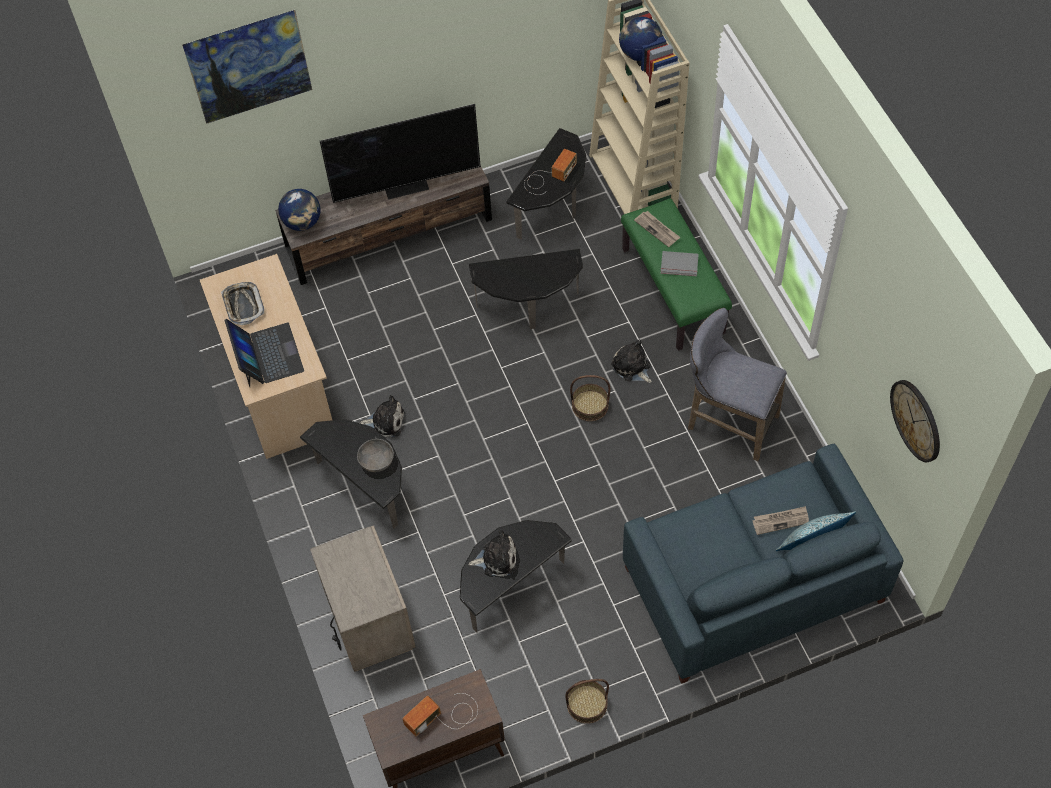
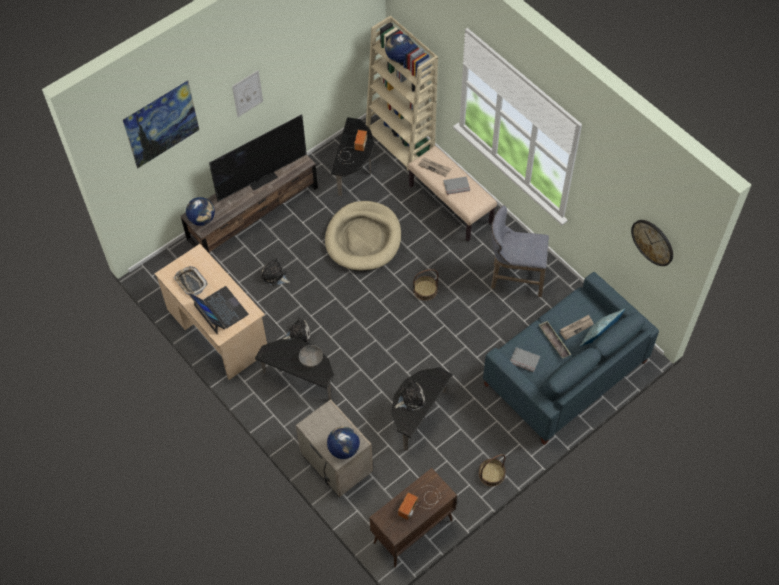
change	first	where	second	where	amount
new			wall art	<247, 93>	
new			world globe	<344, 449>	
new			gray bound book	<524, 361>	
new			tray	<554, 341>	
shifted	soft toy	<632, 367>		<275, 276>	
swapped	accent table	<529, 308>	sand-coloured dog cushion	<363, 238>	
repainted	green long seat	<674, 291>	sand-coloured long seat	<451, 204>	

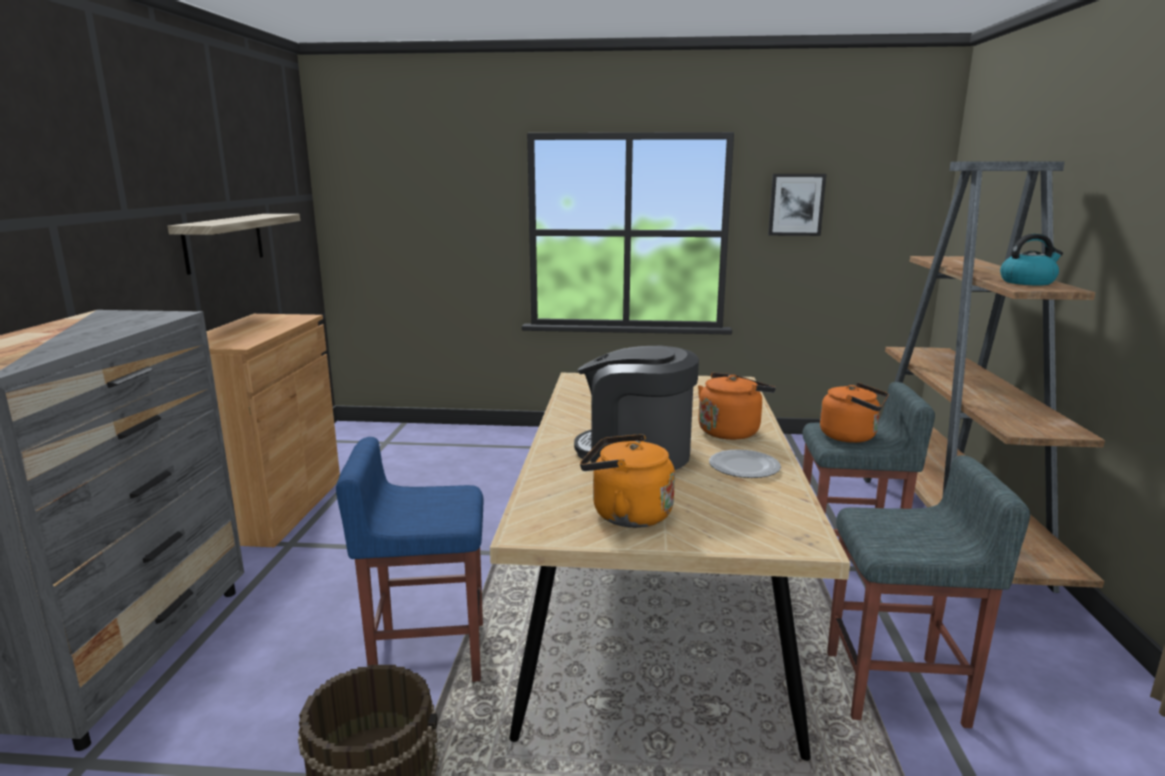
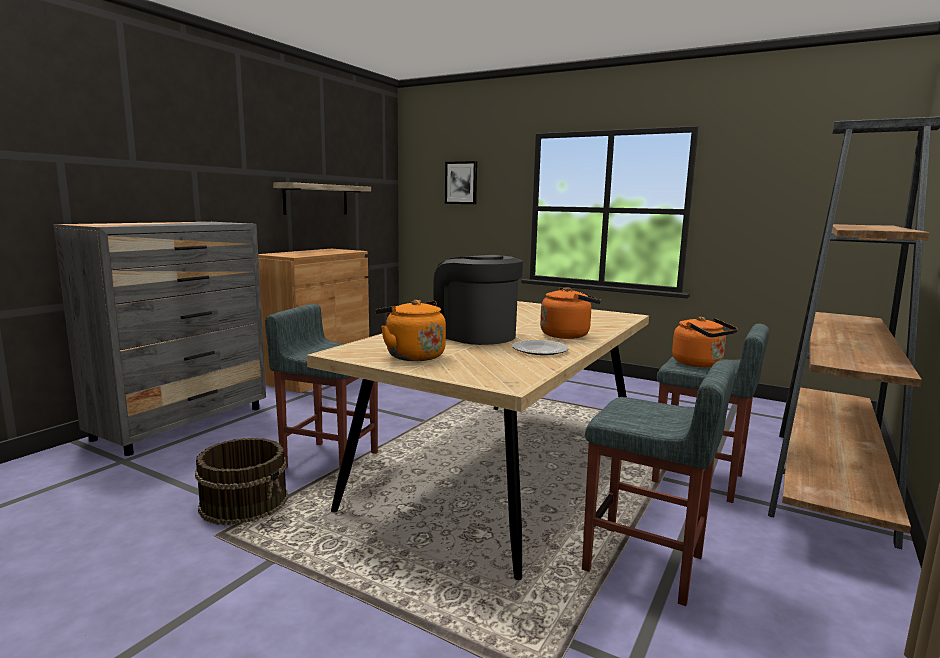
change	first	where	second	where	amount
gone	tea kettle	<1027, 282>			
shifted	wall art	<796, 204>		<461, 183>	
repainted	blue sitting stool	<428, 654>	gray sitting stool	<329, 460>	

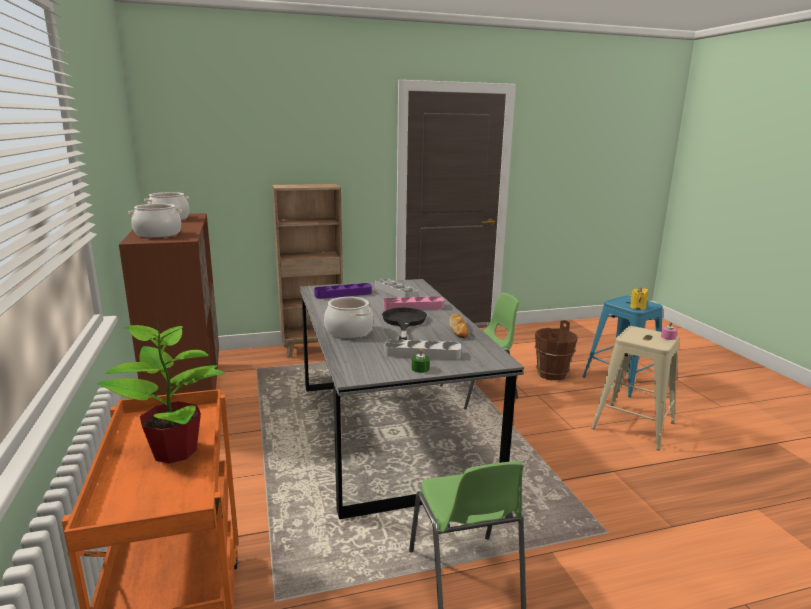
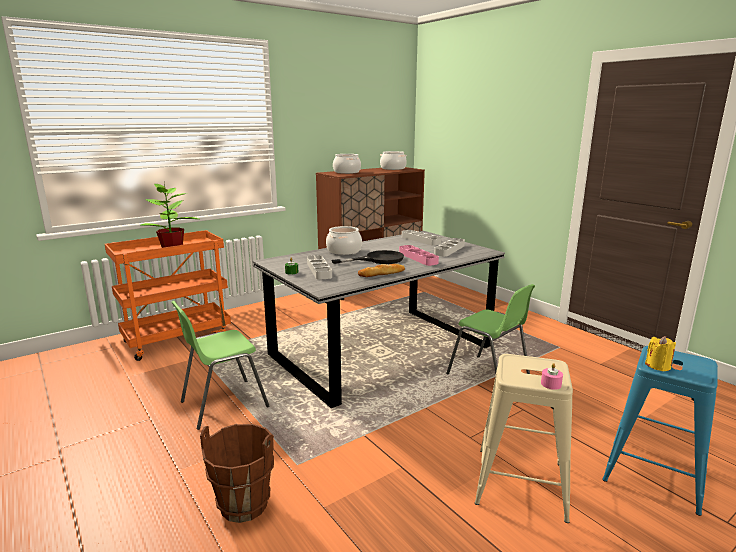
change	first	where	second	where	amount
gone	brown bookcase	<313, 349>			
shifted	brown bucket	<551, 374>		<244, 504>	
repainted	purple tray	<343, 294>	gray tray	<420, 240>	

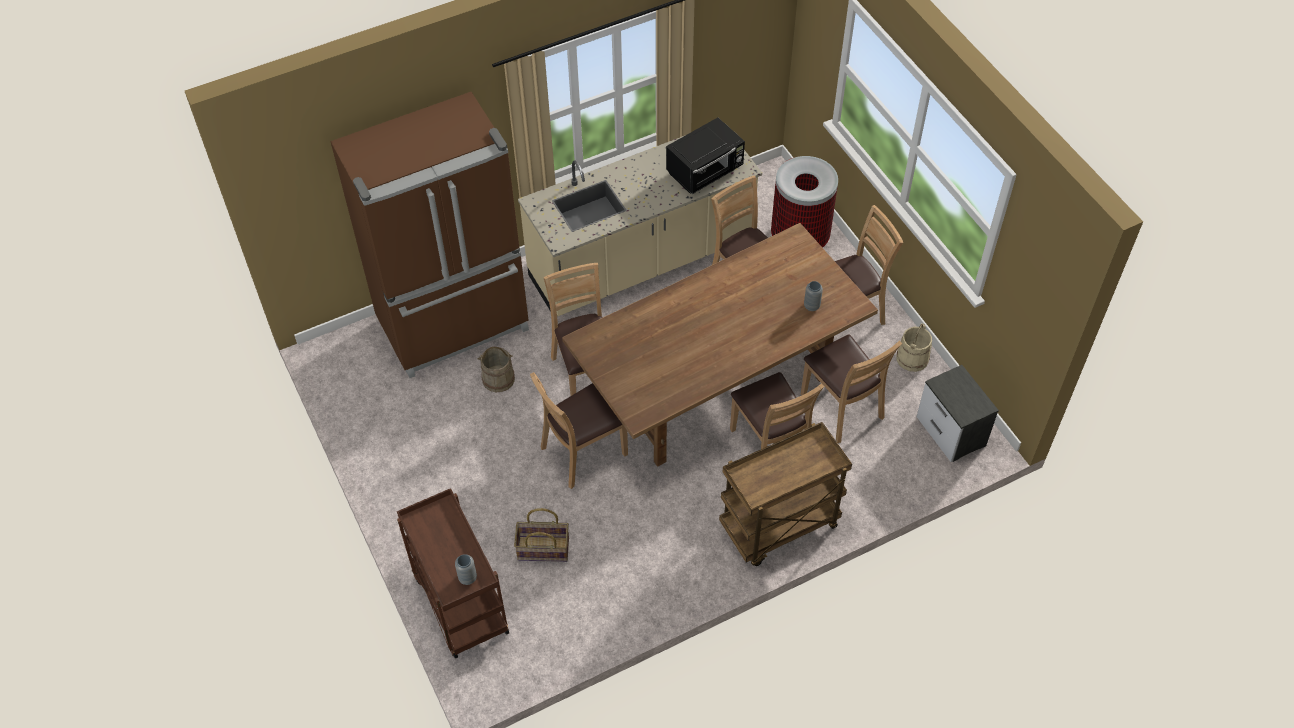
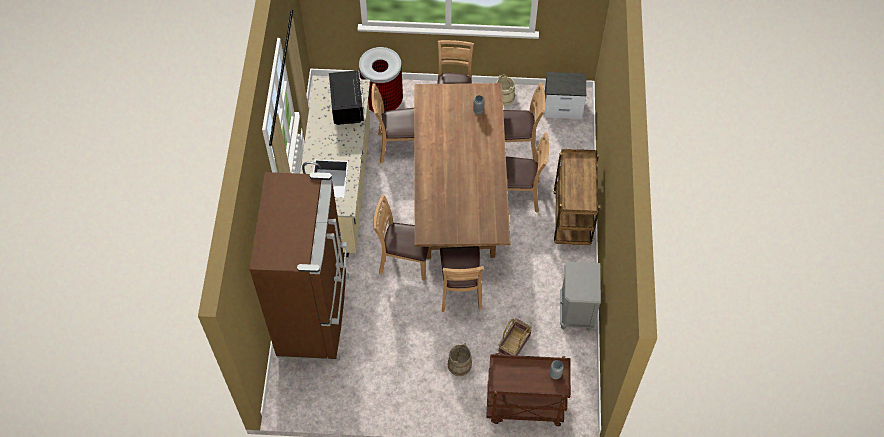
change	first	where	second	where	amount
new			gray night table	<576, 312>	
shifted	sand-coloured bucket	<498, 379>		<459, 365>	

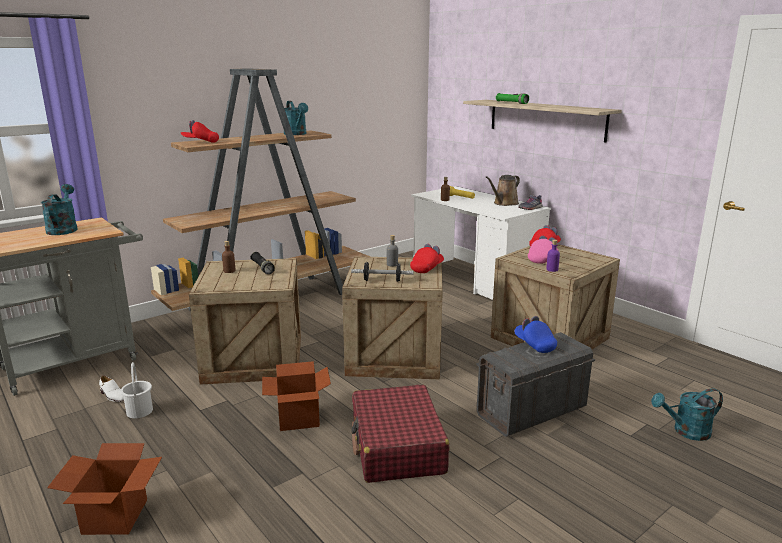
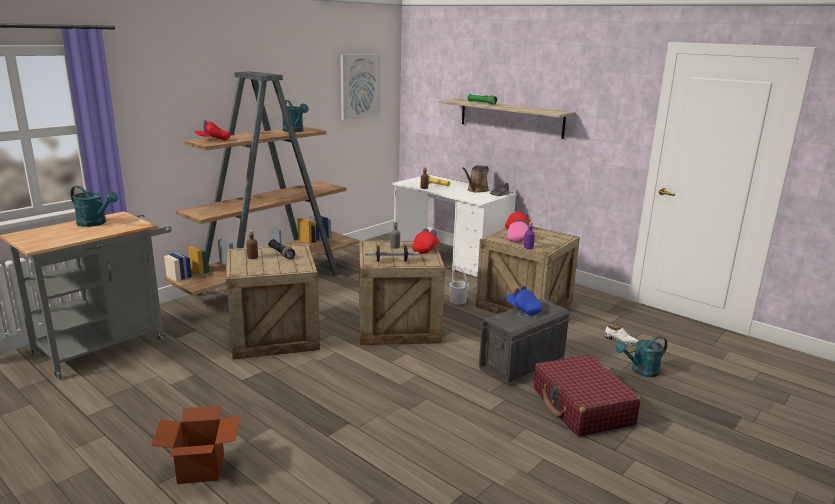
change	first	where	second	where	amount
gone	cardboard box	<299, 418>			
new			wall art	<360, 86>	
shifted	white low shoe	<112, 396>		<621, 340>	
shifted	white bucket	<140, 411>		<458, 300>	
shifted	reddish suitcase	<397, 446>		<582, 407>	
rotated	blue-green watering can	<63, 229>		<95, 223>	135 degrees clockwise

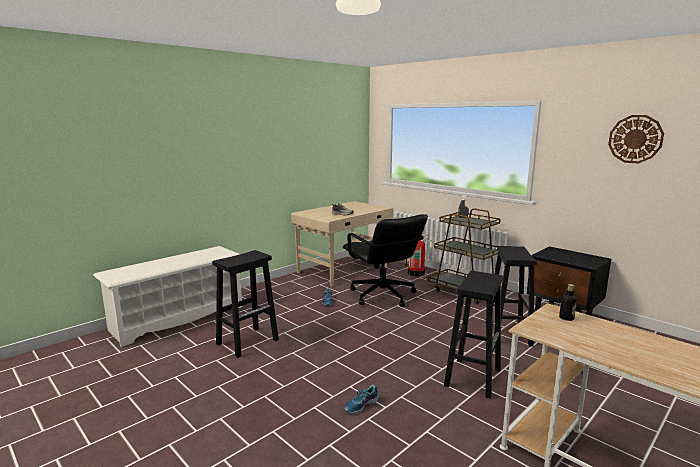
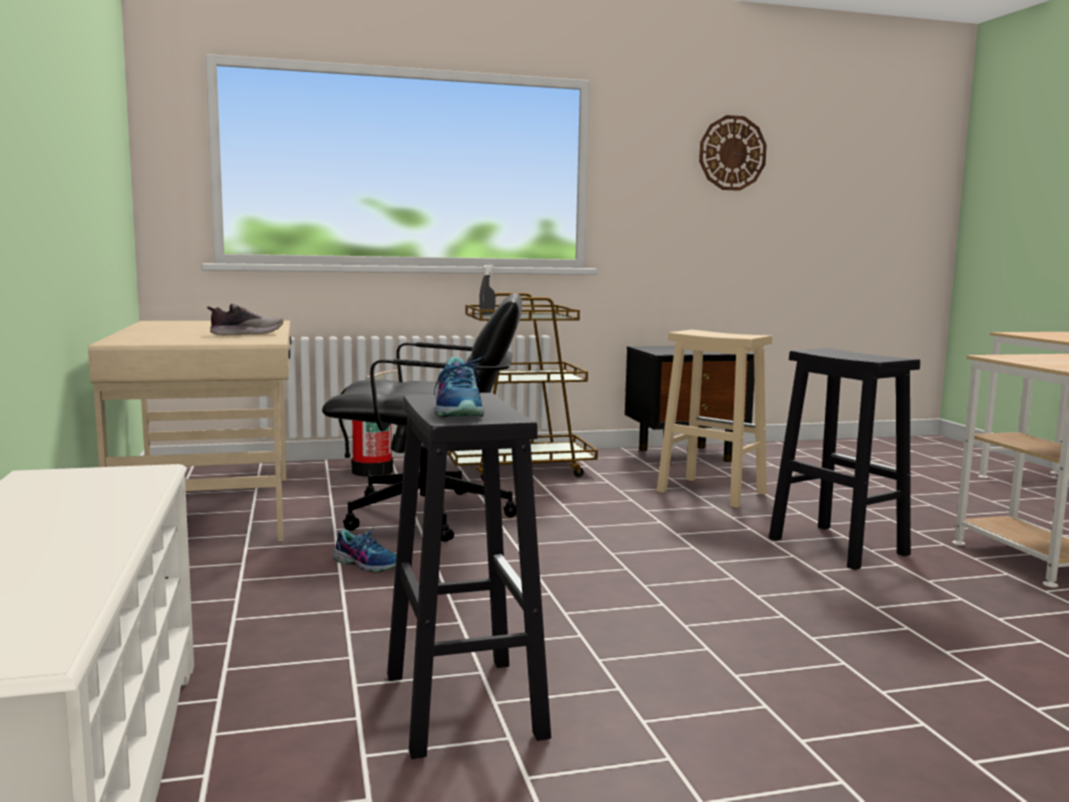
change	first	where	second	where	amount
gone	drink bottle	<566, 318>			
shifted	low shoe	<362, 405>		<459, 410>	
repainted	black sitting stool	<507, 333>	sand-coloured sitting stool	<709, 492>	

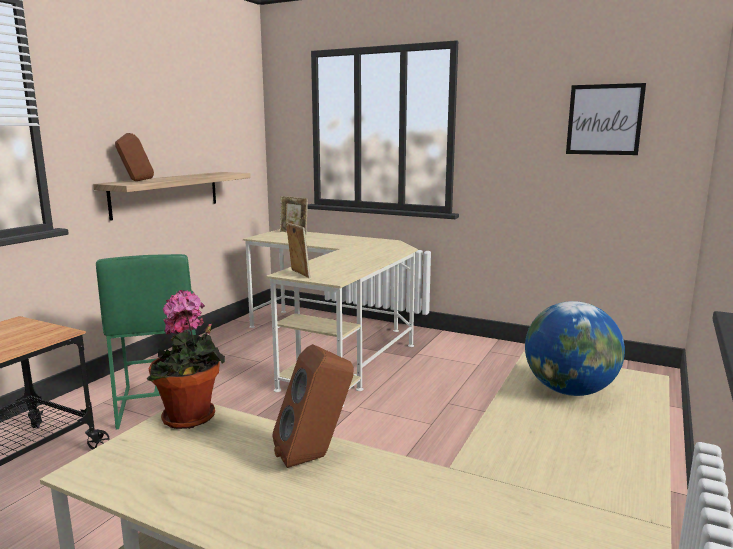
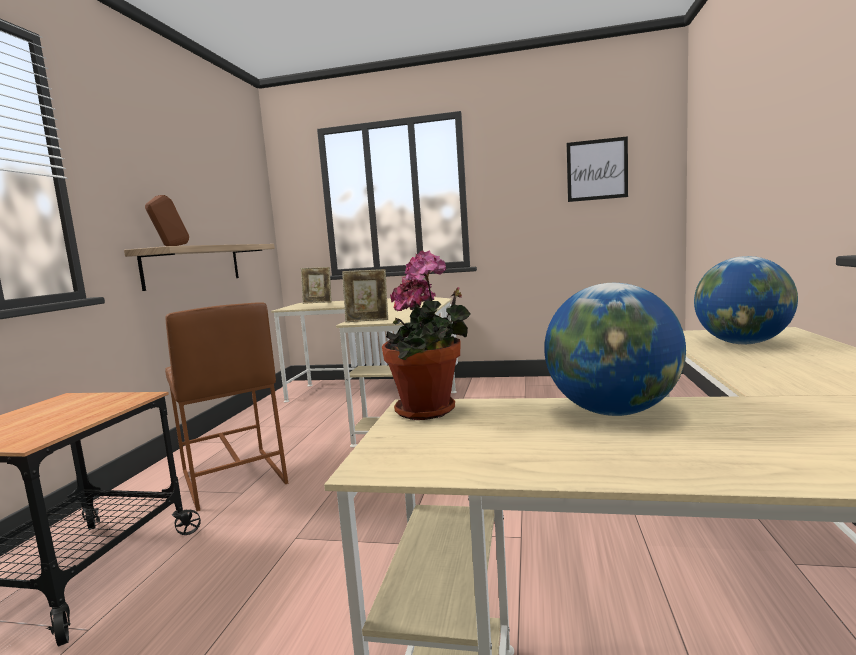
change	first	where	second	where	amount
swapped	brown loudspeaker	<315, 458>	world globe	<613, 412>	
repainted	green sitting stool	<159, 403>	brown sitting stool	<232, 478>	
rotated	photo frame	<298, 274>		<367, 321>	135 degrees clockwise

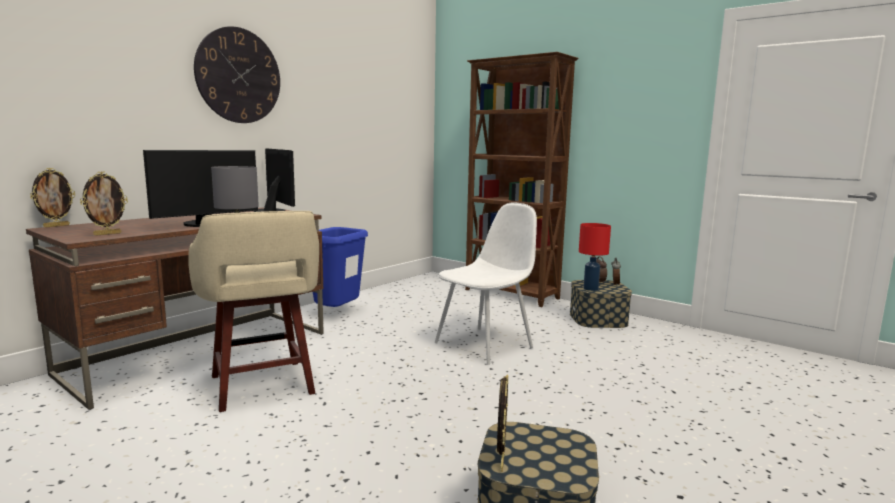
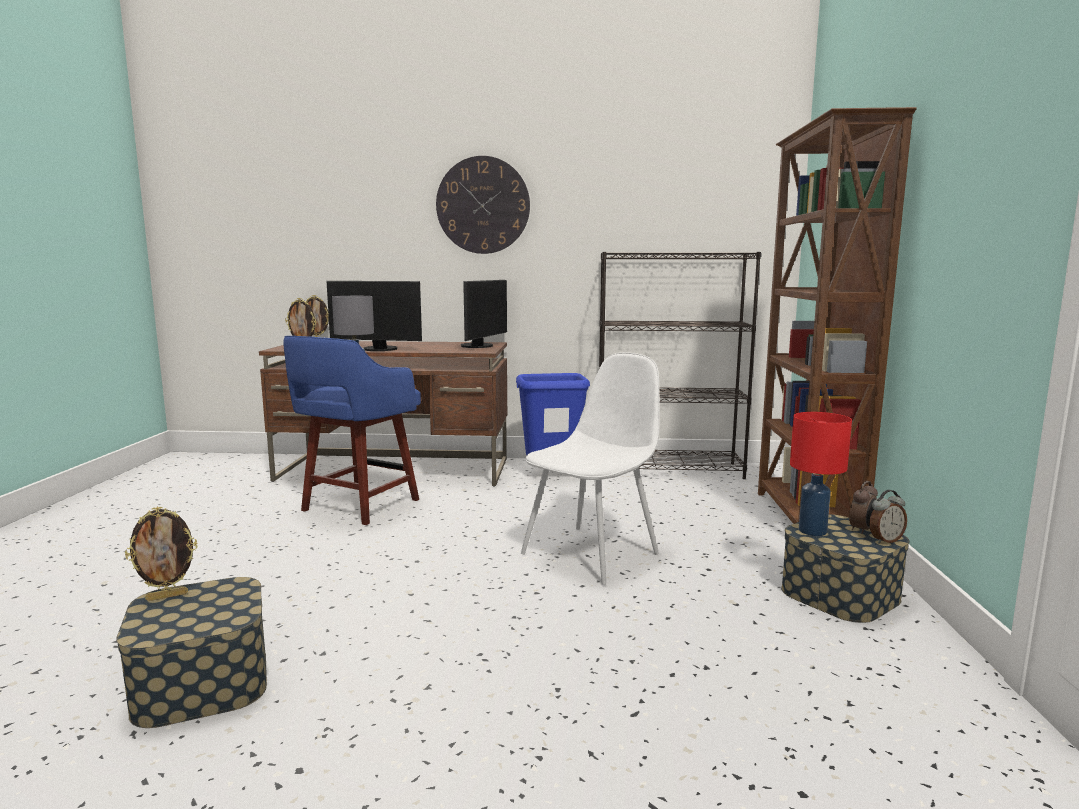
change	first	where	second	where	amount
new			black bookcase	<669, 469>	
repainted	sand-coloured sitting stool	<262, 386>	blue sitting stool	<358, 506>	
rotated	white plain chair	<485, 344>		<592, 553>	60 degrees counterclockwise

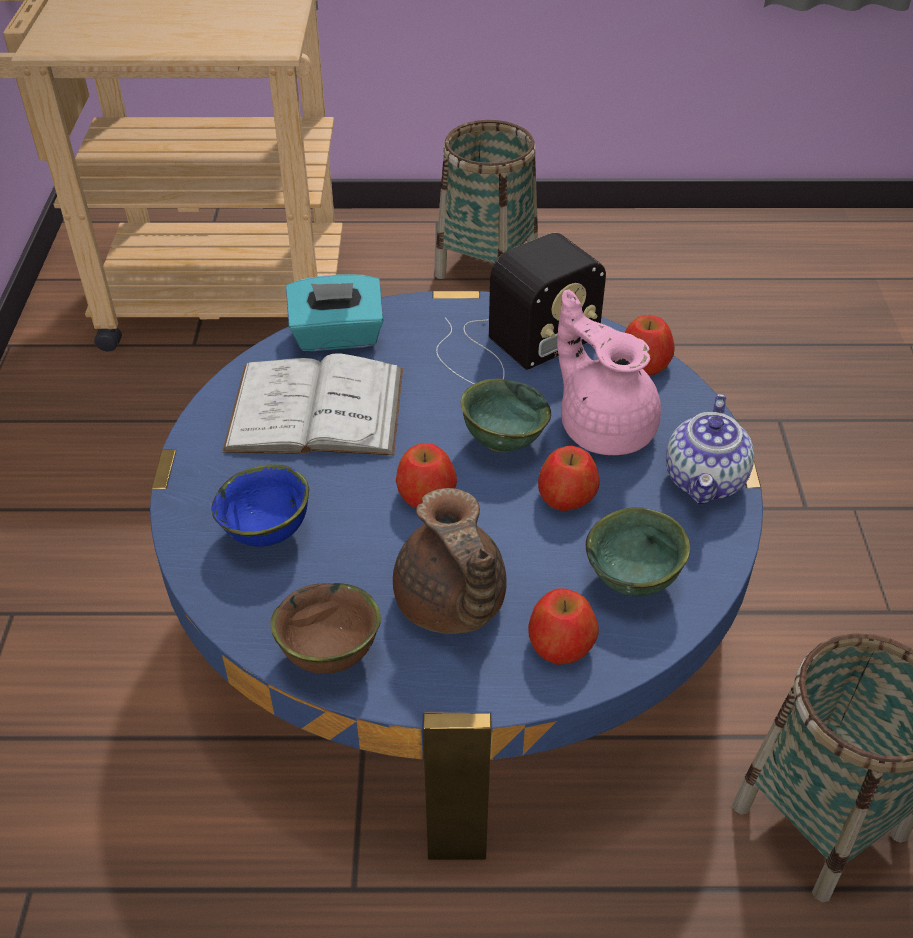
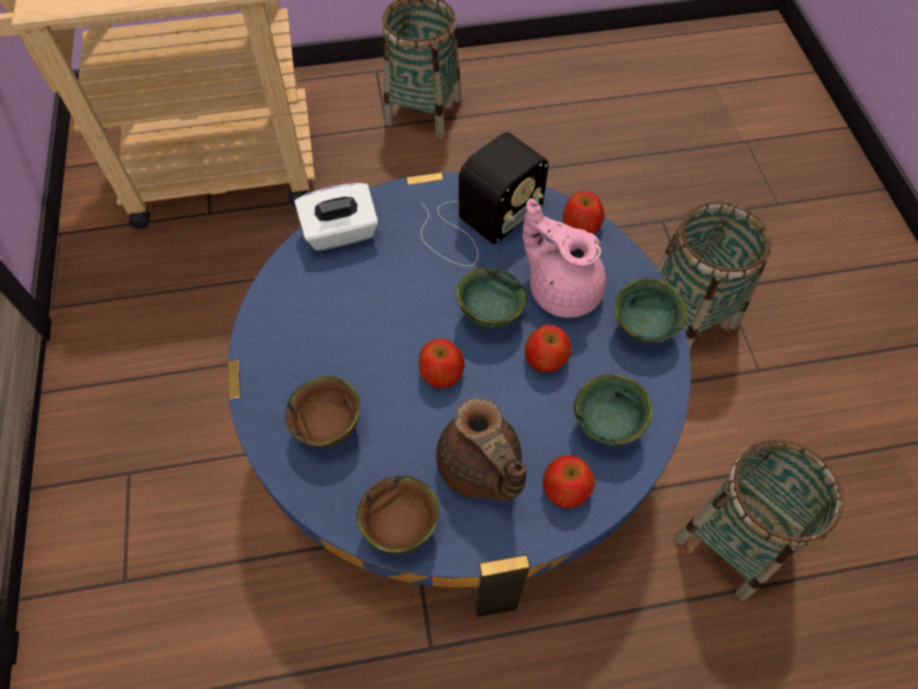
change	first	where	second	where	amount
gone	white bound book	<316, 409>			
new			basket	<687, 315>	
swapped	tea pot	<705, 481>	green serving bowl	<644, 328>	
repainted	blue serving bowl	<268, 535>	brown serving bowl	<329, 428>	
repainted	blue-green box of tissues	<337, 337>	white box of tissues	<341, 233>	

